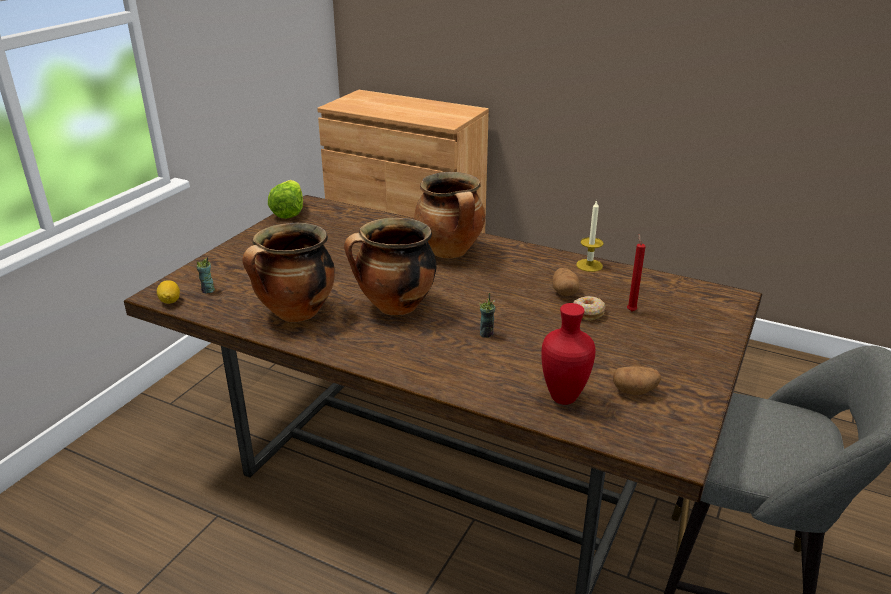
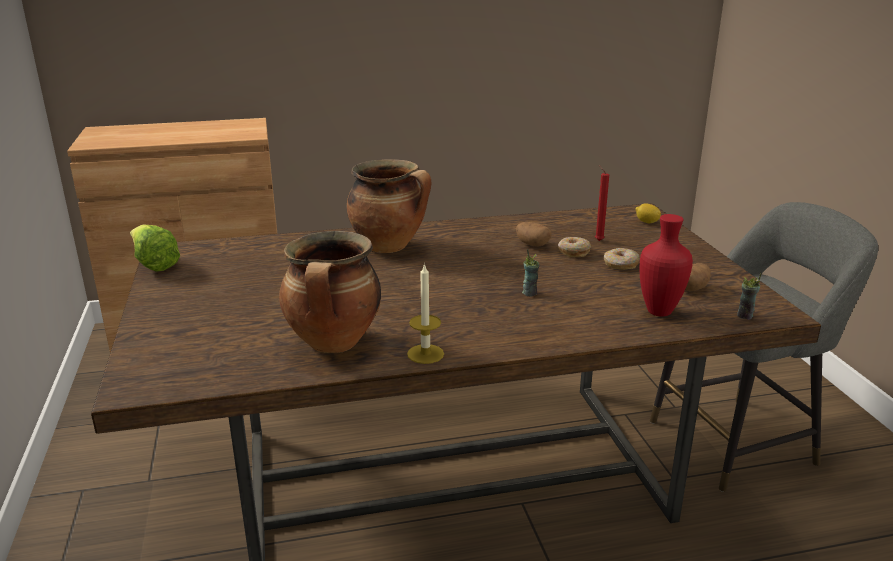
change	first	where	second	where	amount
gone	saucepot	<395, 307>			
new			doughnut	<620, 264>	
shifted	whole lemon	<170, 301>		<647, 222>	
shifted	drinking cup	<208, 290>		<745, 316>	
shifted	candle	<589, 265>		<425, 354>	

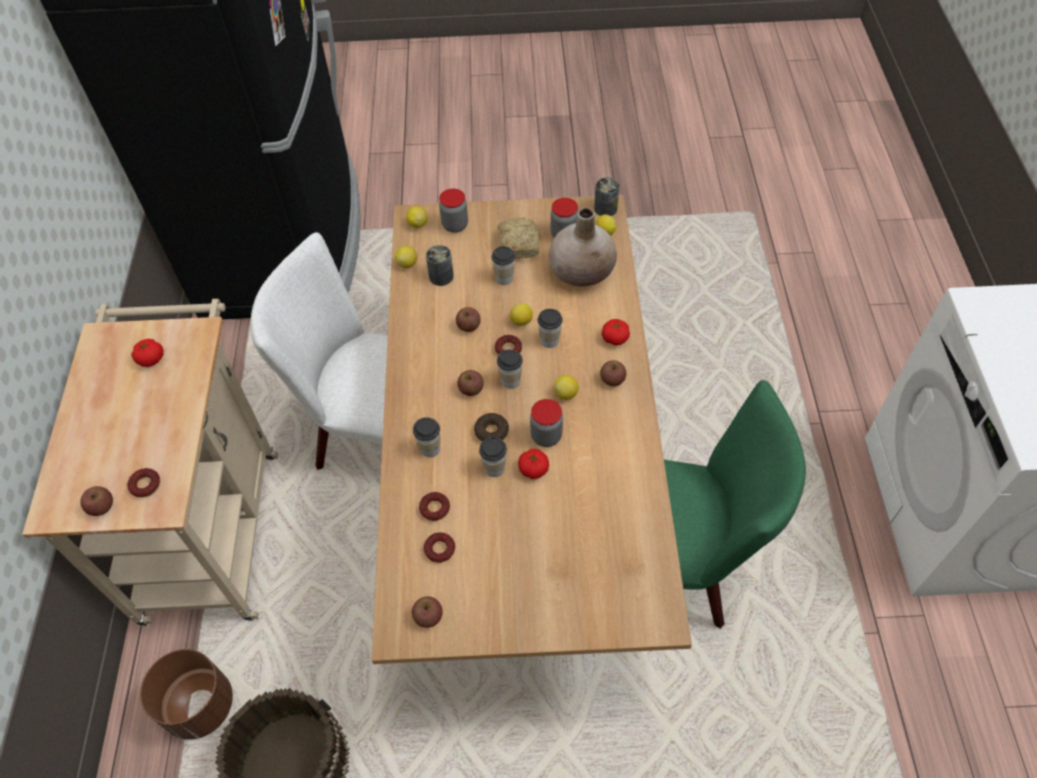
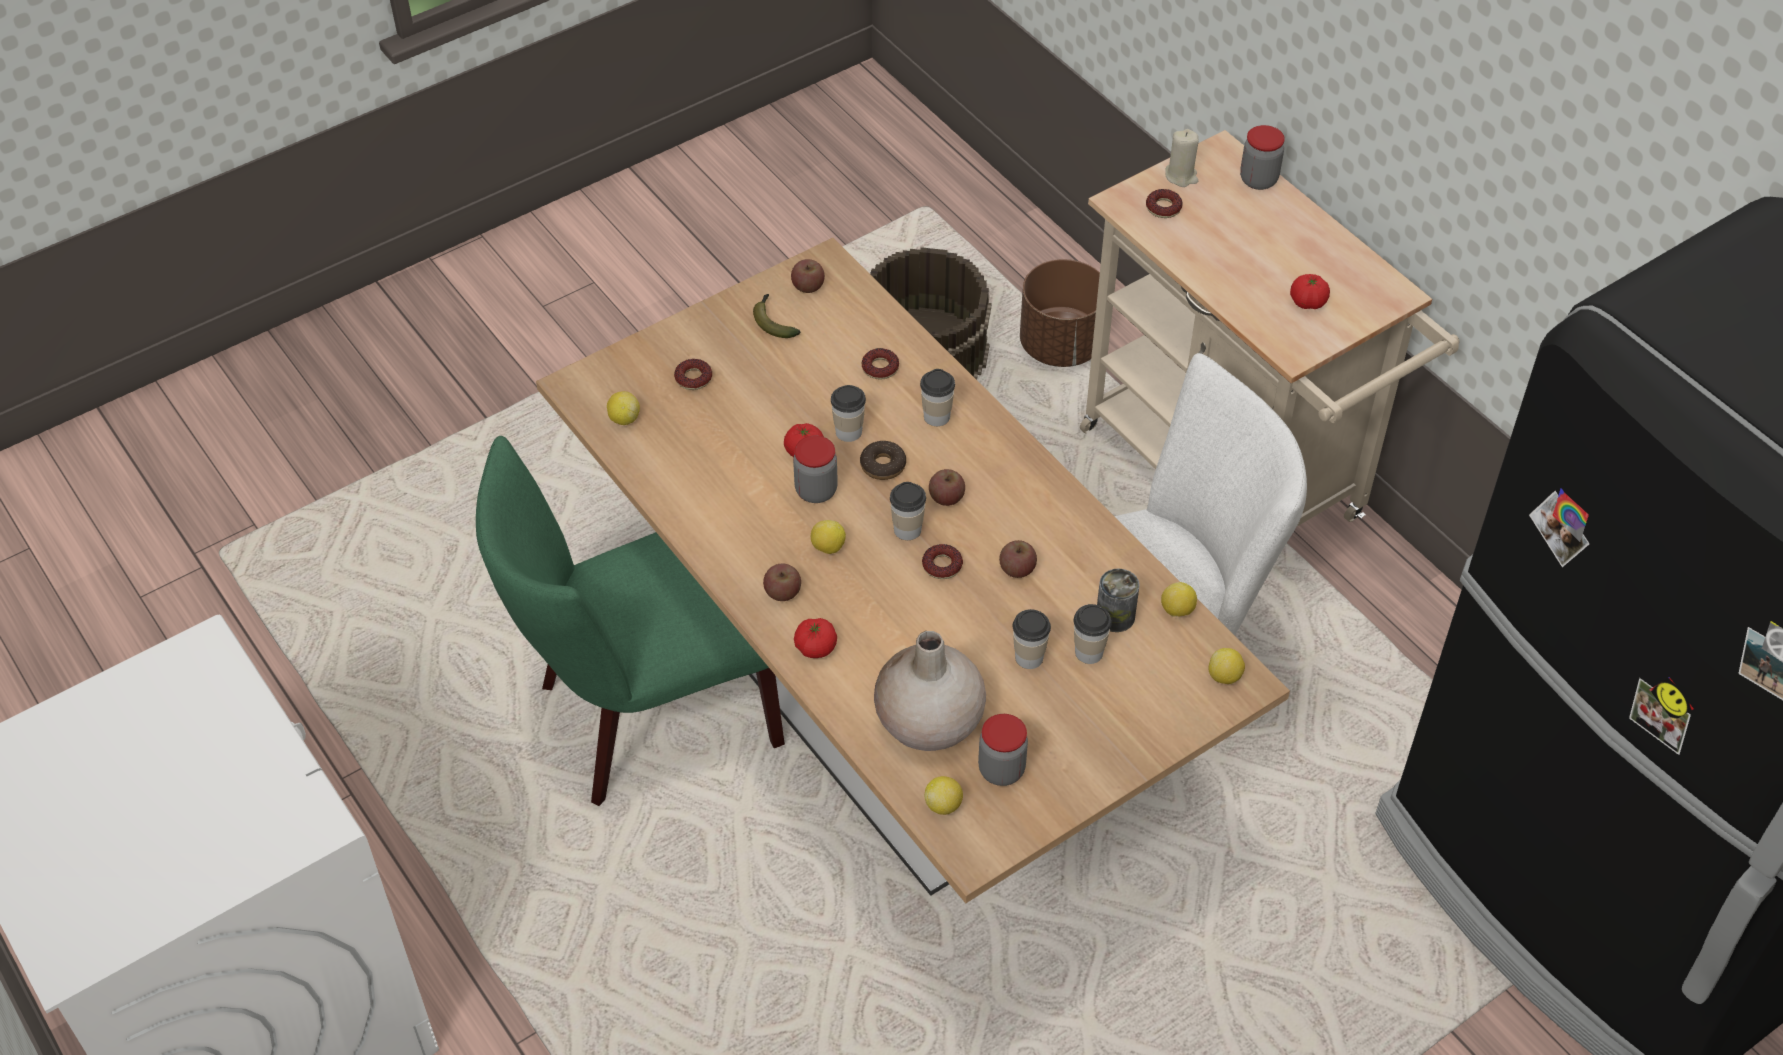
change	first	where	second	where	amount
gone	baked bread	<519, 244>			
gone	sealed can	<605, 208>			
new			banana fruit	<773, 321>	
shifted	doughnut	<440, 549>		<693, 378>	
shifted	preserve jar	<455, 225>		<1258, 180>	
shifted	whole lemon	<521, 322>		<624, 418>	
shifted	drinking cup	<549, 340>		<1088, 652>	
swapped	whole apple	<102, 507>	sand-coloured candle	<1181, 176>	

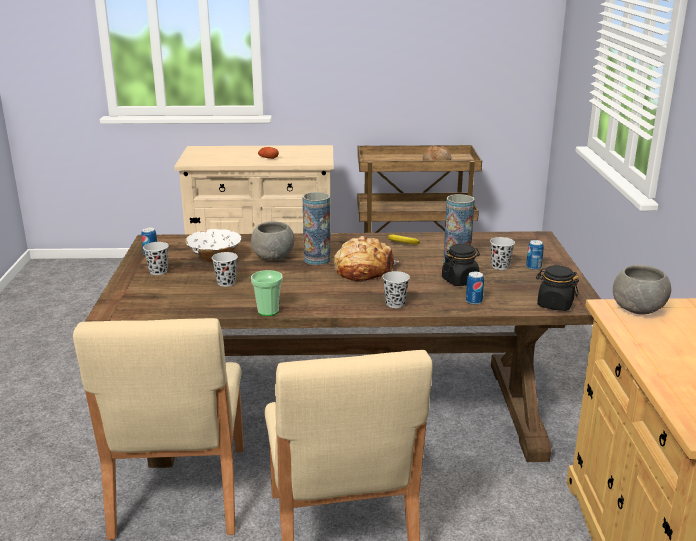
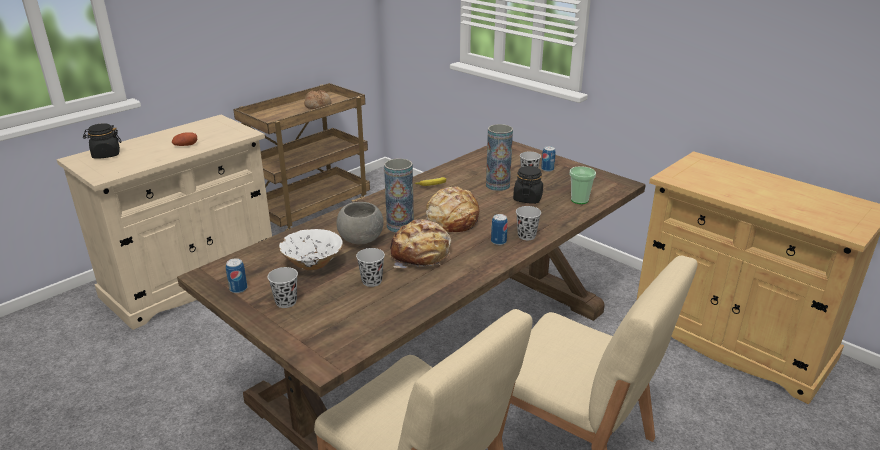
change	first	where	second	where	amount
gone	gray serving bowl	<639, 309>			
new			baked bread	<421, 255>	
shifted	drinking cup	<268, 311>		<579, 200>	
shifted	sealed can	<474, 301>		<498, 241>	
shifted	black preserve jar	<554, 304>		<106, 154>	

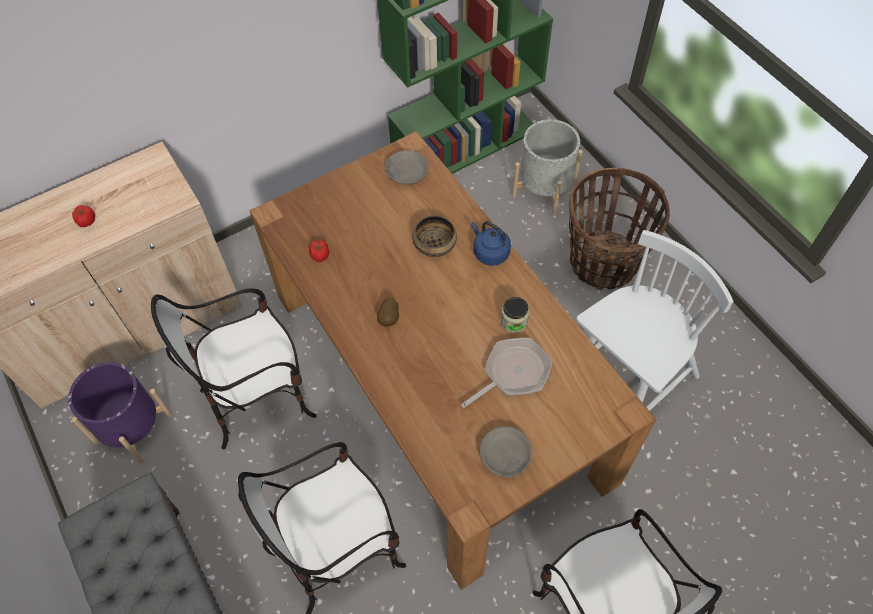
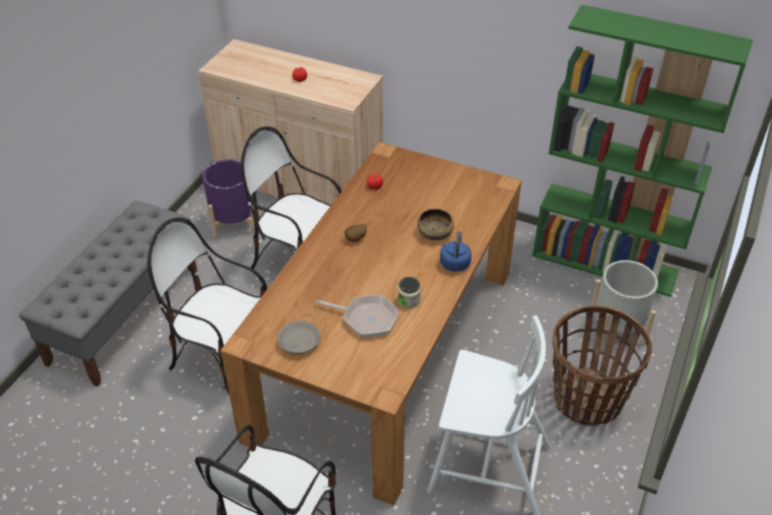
change	first	where	second	where	amount
gone	gray serving bowl	<406, 172>			

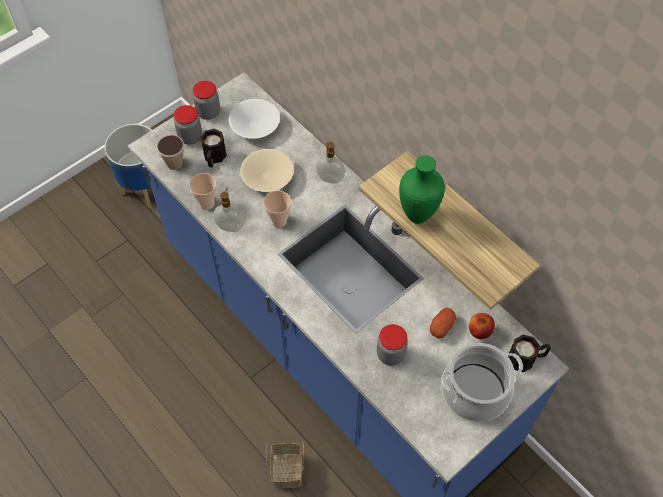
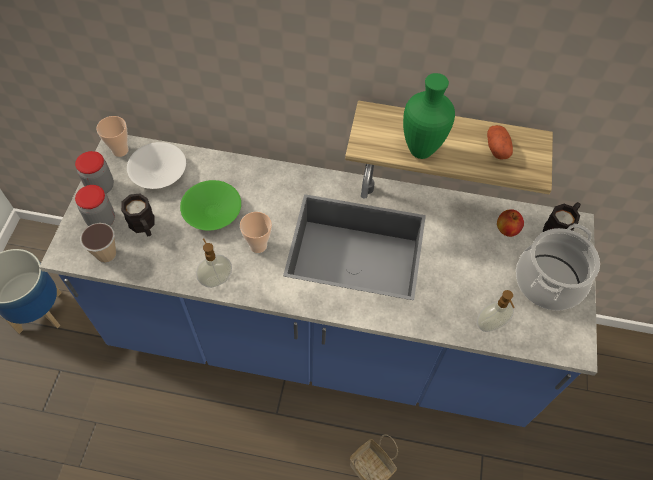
change	first	where	second	where	amount
gone	preserve jar	<390, 354>			
shifted	drinking cup	<206, 203>		<120, 150>	
shifted	soap dispenser	<330, 179>		<490, 325>	
shifted	spud	<441, 326>		<497, 148>	
repainted	sand-coloured serving bowl	<267, 176>	green serving bowl	<212, 212>	

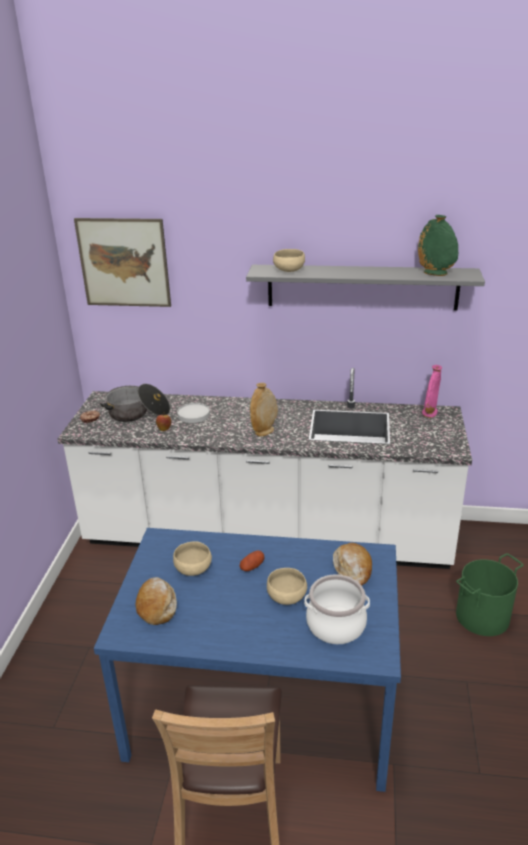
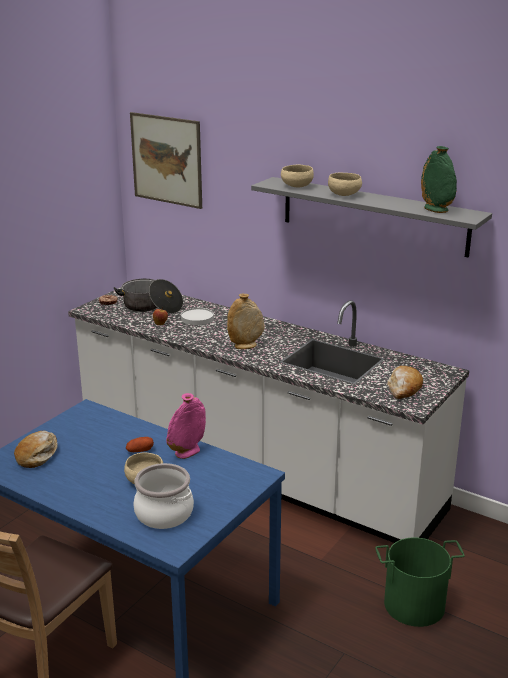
change	first	where	second	where	amount
shifted	sand-coloured serving bowl	<194, 568>		<344, 195>	
shifted	baked bread	<353, 569>		<404, 388>	
shifted	pinkish vase	<429, 413>		<187, 452>	

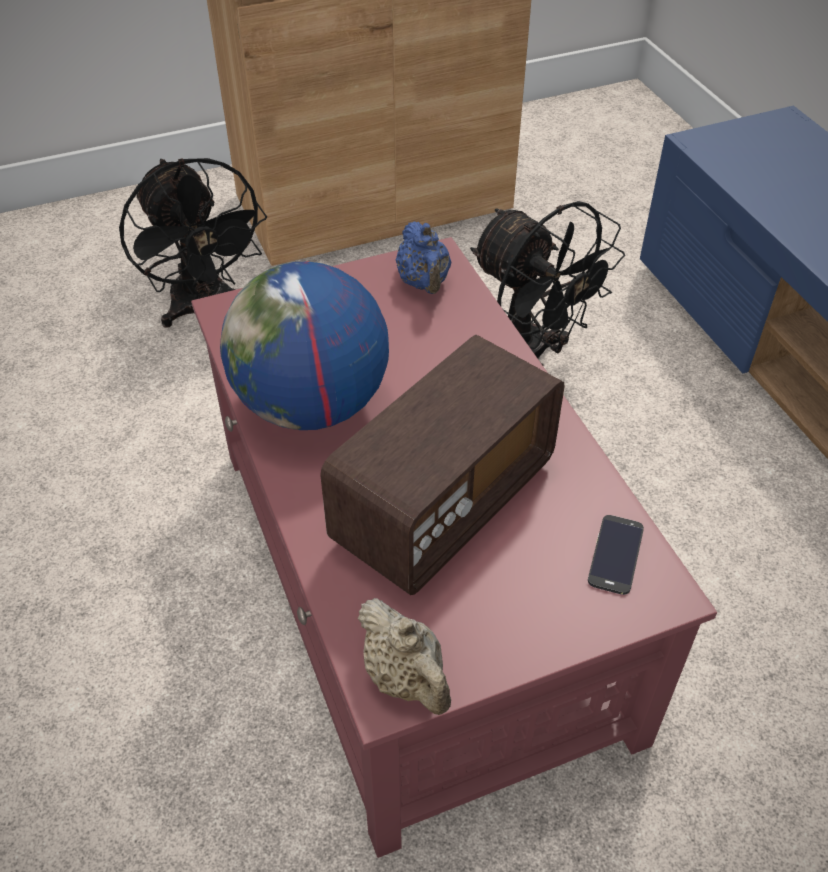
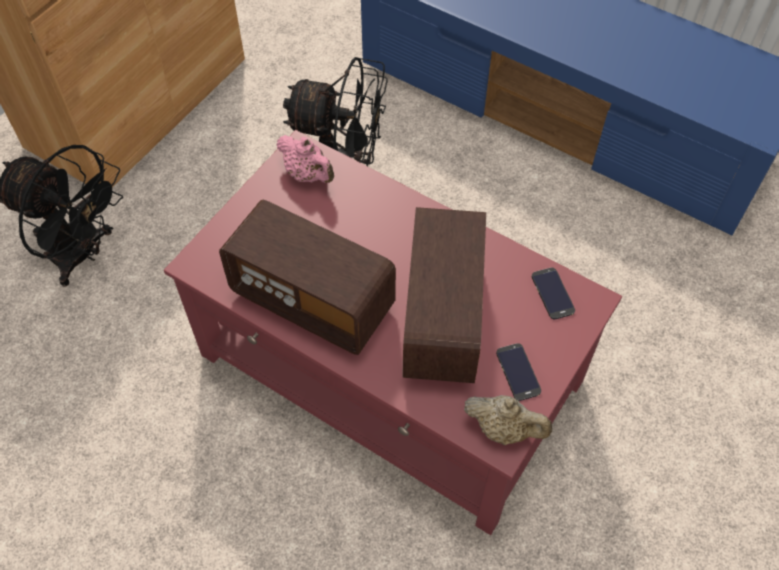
change	first	where	second	where	amount
new			telephone	<518, 372>	
swapped	world globe	<311, 405>	radio receiver	<312, 300>	
repainted	blue tea pot	<424, 283>	pinkish tea pot	<308, 175>	

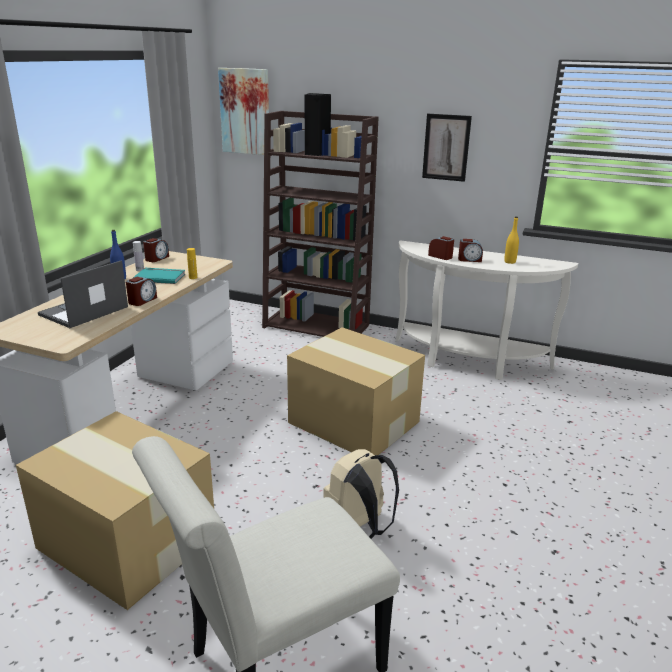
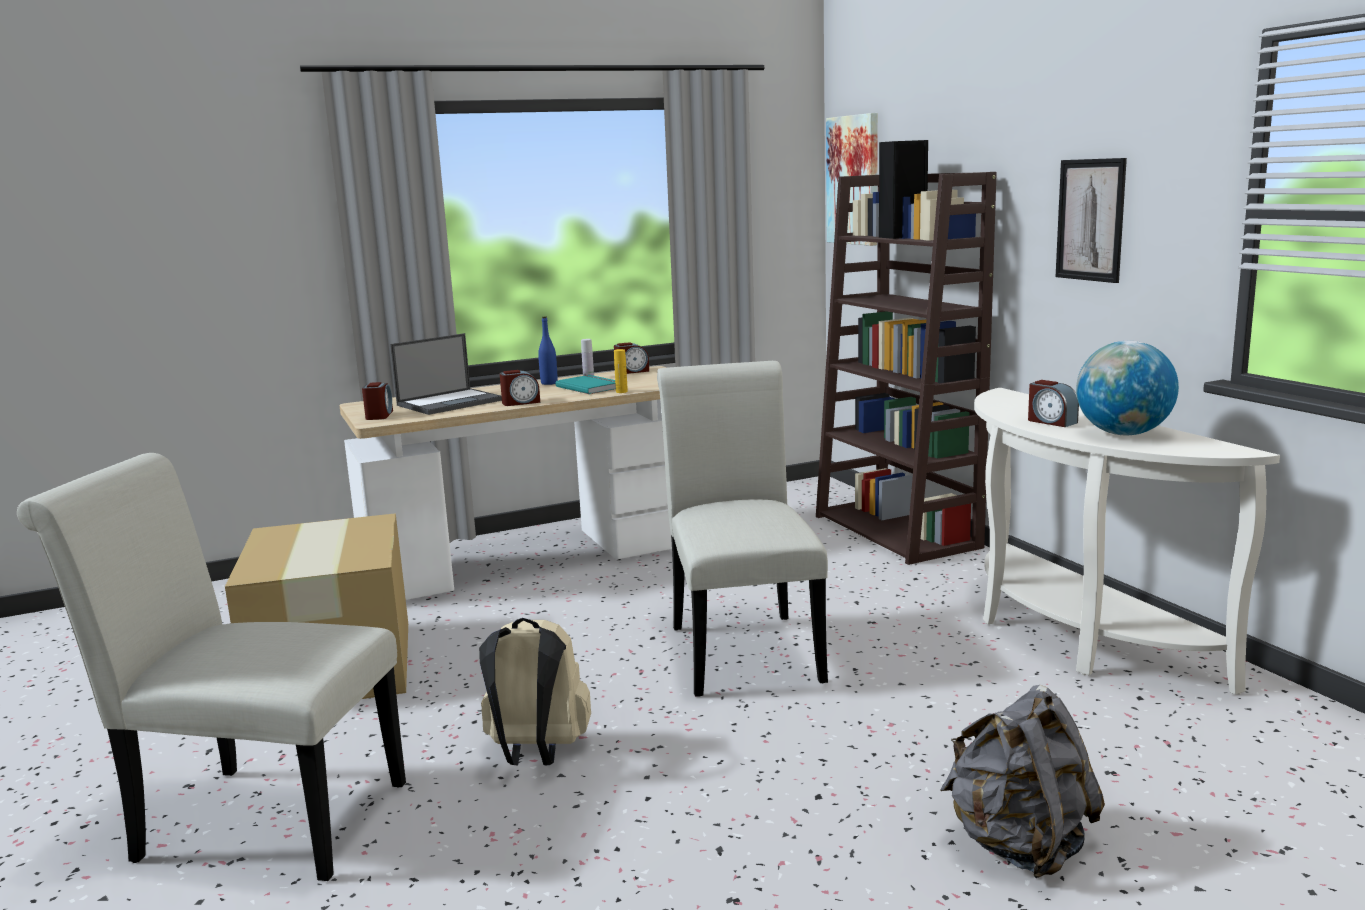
change	first	where	second	where	amount
new			gray backpack	<1019, 846>	
shifted	bedside clock	<440, 256>		<379, 415>	
swapped	cardboard box	<353, 421>	white plain chair	<742, 648>	
swapped	yellow-coloured drink bottle	<509, 262>	world globe	<1123, 434>	
rotated	laptop	<83, 311>		<450, 402>	150 degrees clockwise

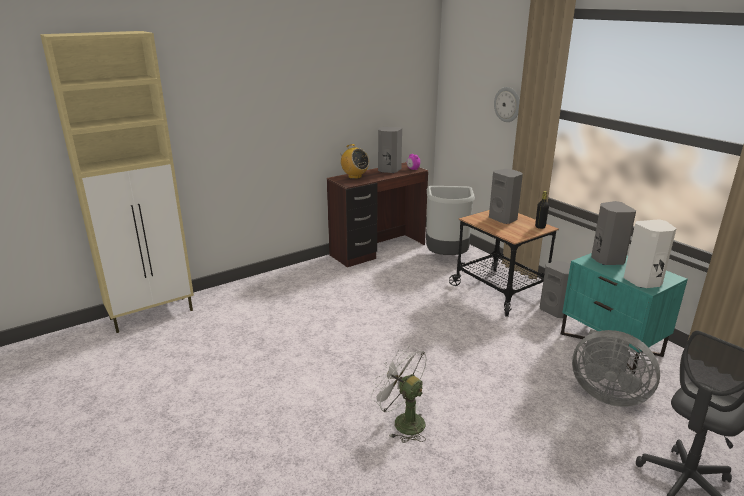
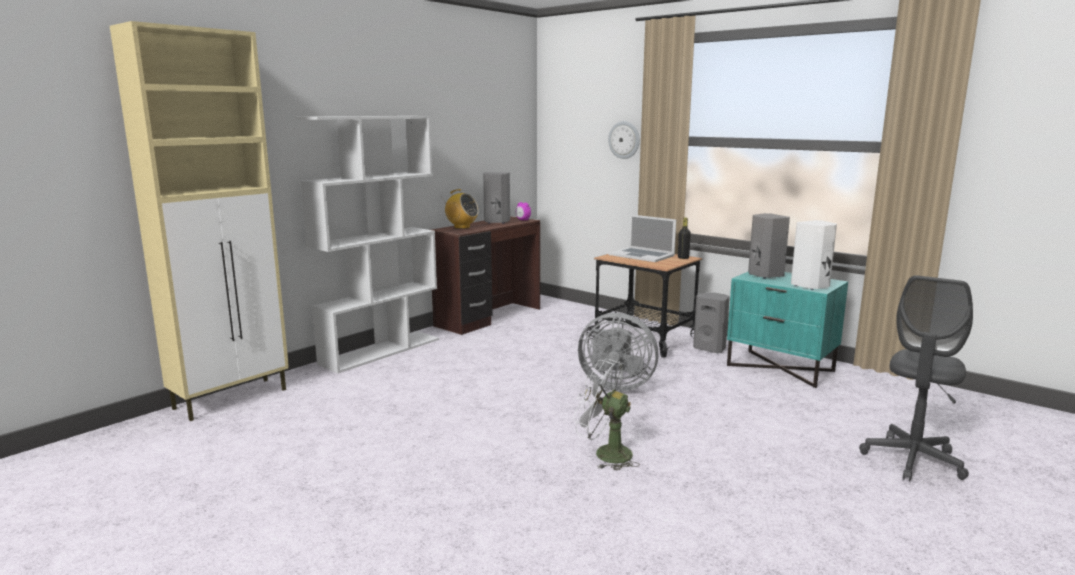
change	first	where	second	where	amount
gone	gray rubbish bin	<446, 257>			
new			white bookcase	<381, 351>	
shifted	gray electric fan	<606, 394>		<615, 385>	
swapped	gray loudspeaker	<503, 219>	laptop	<641, 255>	

